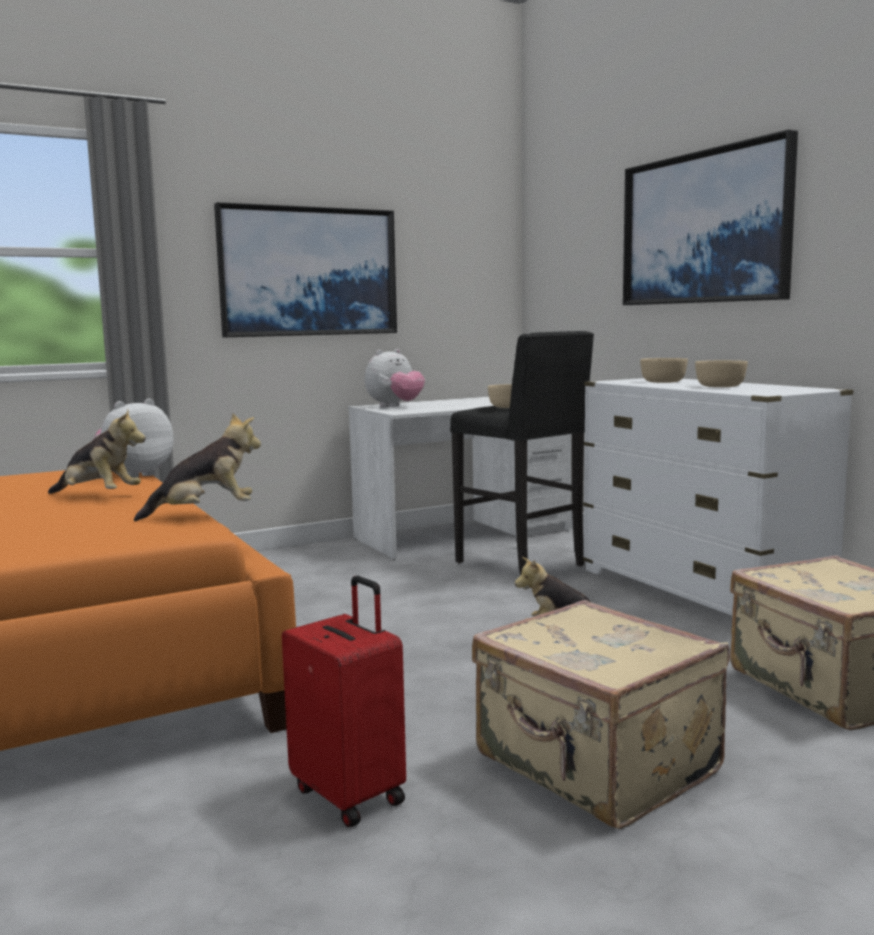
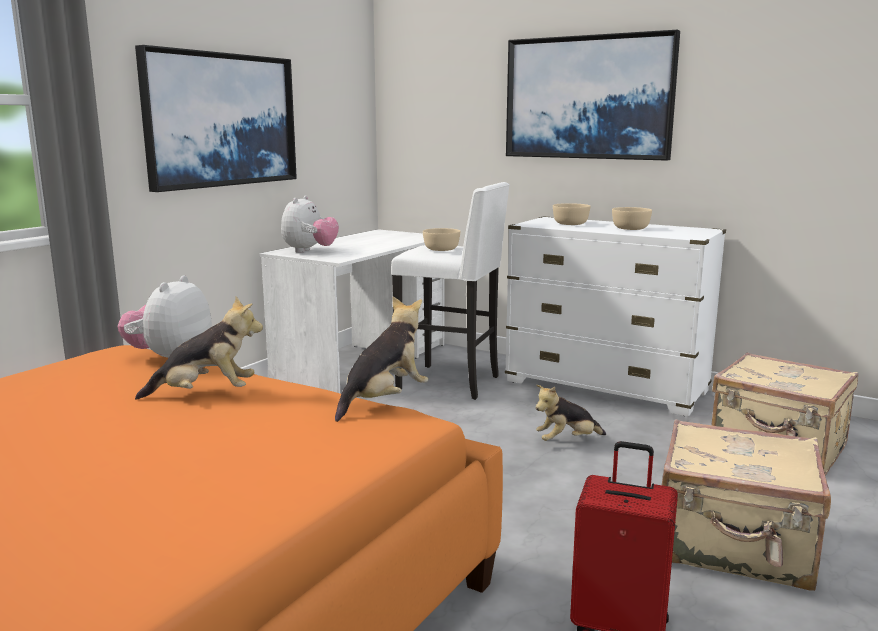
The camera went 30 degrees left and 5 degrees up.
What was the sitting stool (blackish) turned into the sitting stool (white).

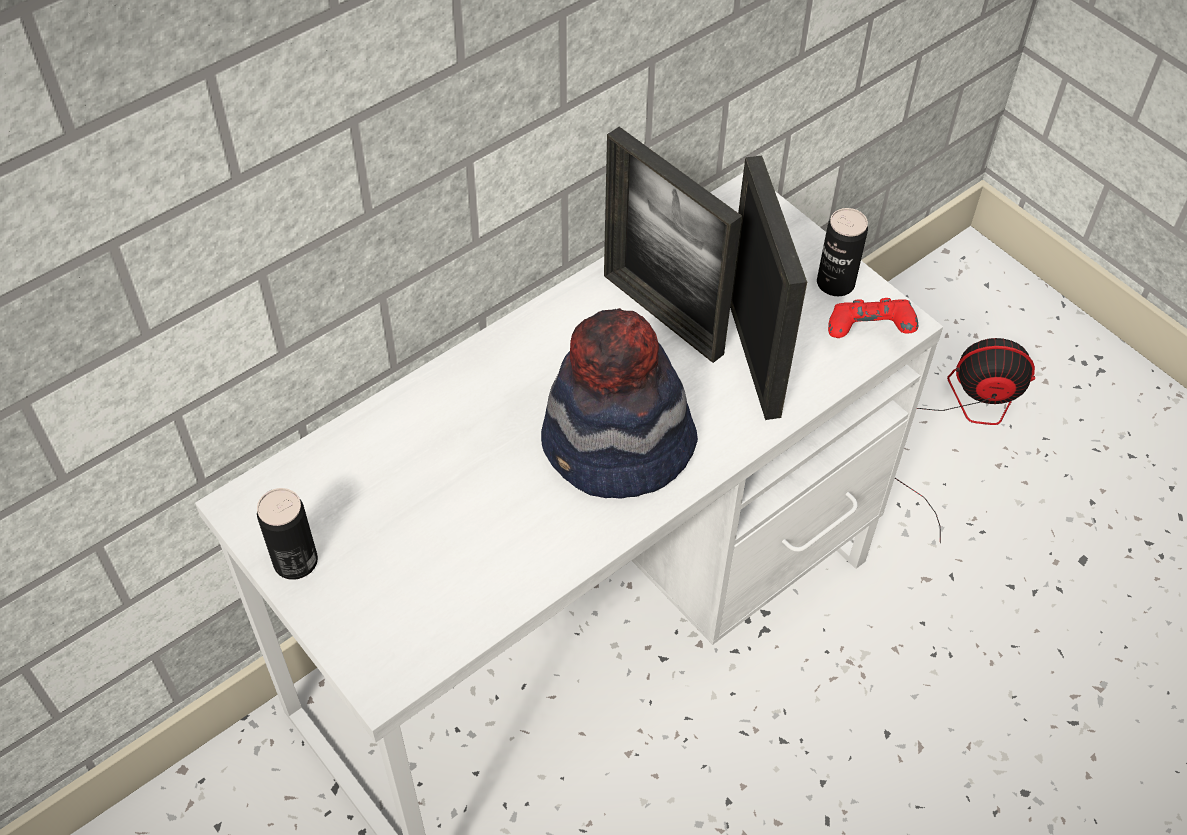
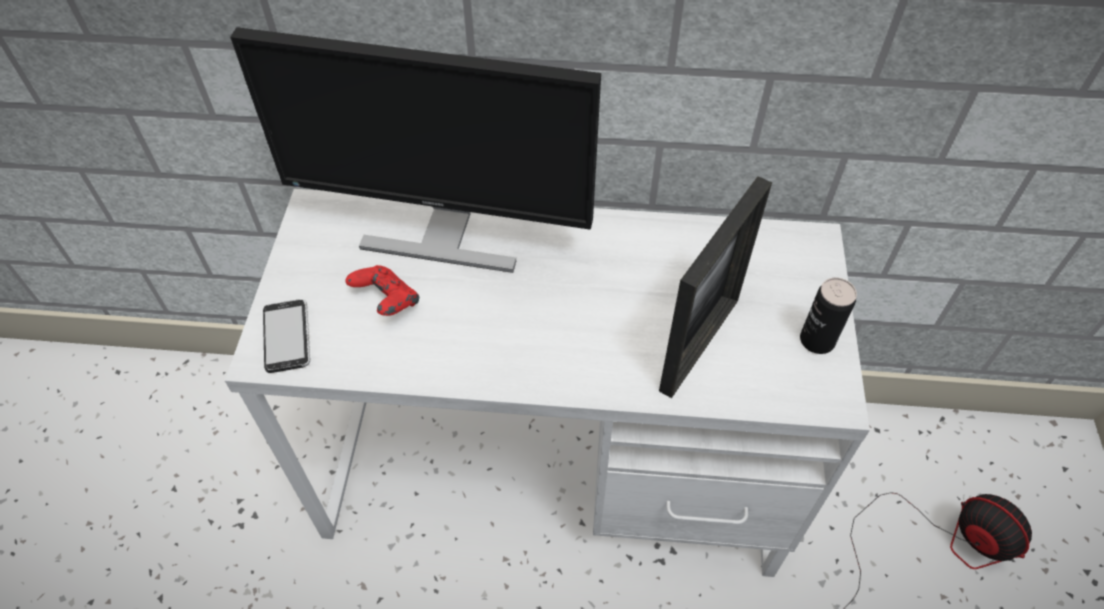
The camera went 45 degrees right and 0 degrees up.
The second view lost the metal can (no. 1 from left).
The second view lost the wearable hat.
The second view lost the picture frame (no. 1 from left).
The second view gained the monitor.
The second view gained the phone.
The gamepad (red-coloured) ended up elsewhere.

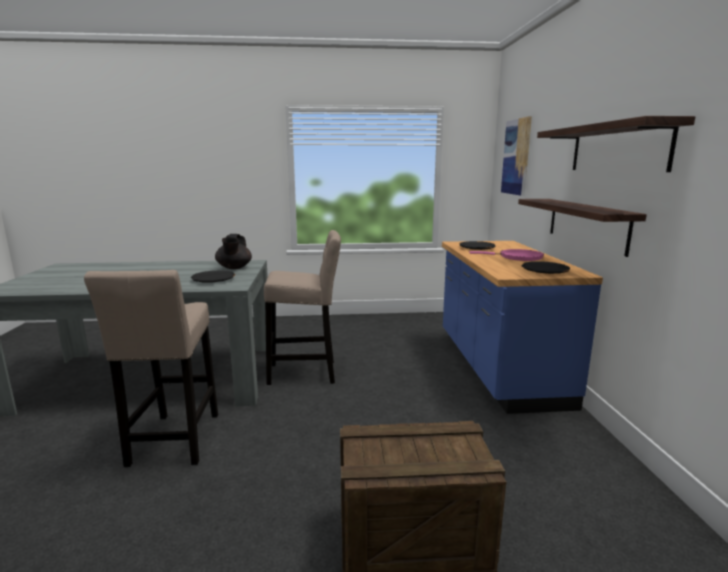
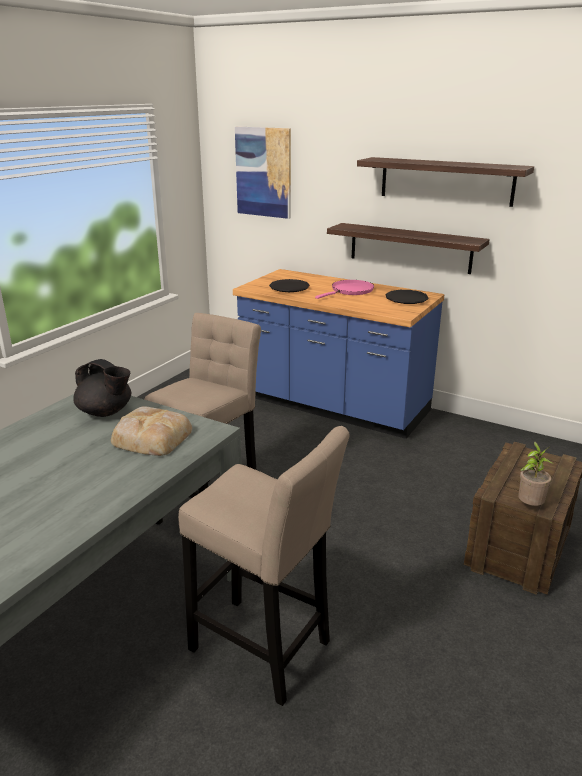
The camera went 55 degrees left and 10 degrees up.
The second view gained the houseplant.
Where the flat dish (blackish) (no. 1 from left) stood, the baked bread came to stand.

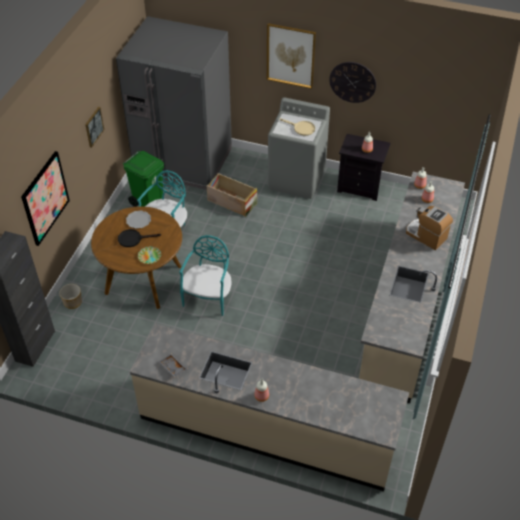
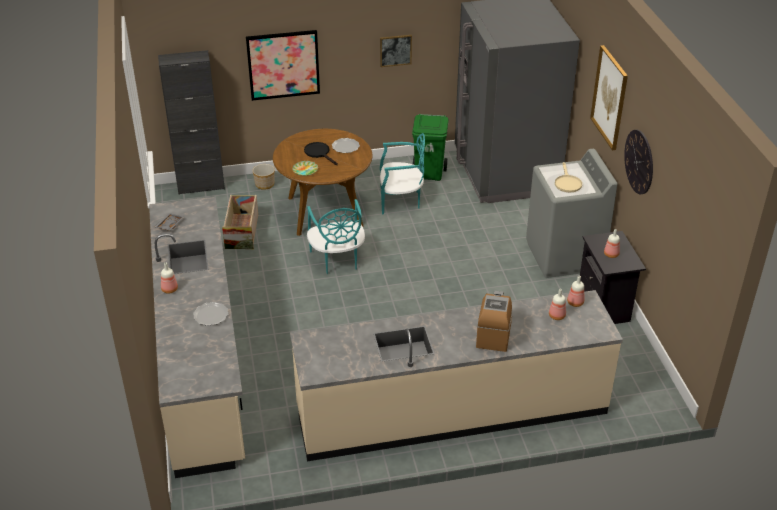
The camera went 60 degrees right and 10 degrees down.
The second view gained the flat dish (no. 1 from left).
The packing crate ended up elsewhere.
The upright chair (turquoise-coloured) (no. 2 from left in the first image) ended up facing another way, 90 degrees clockwise from before.

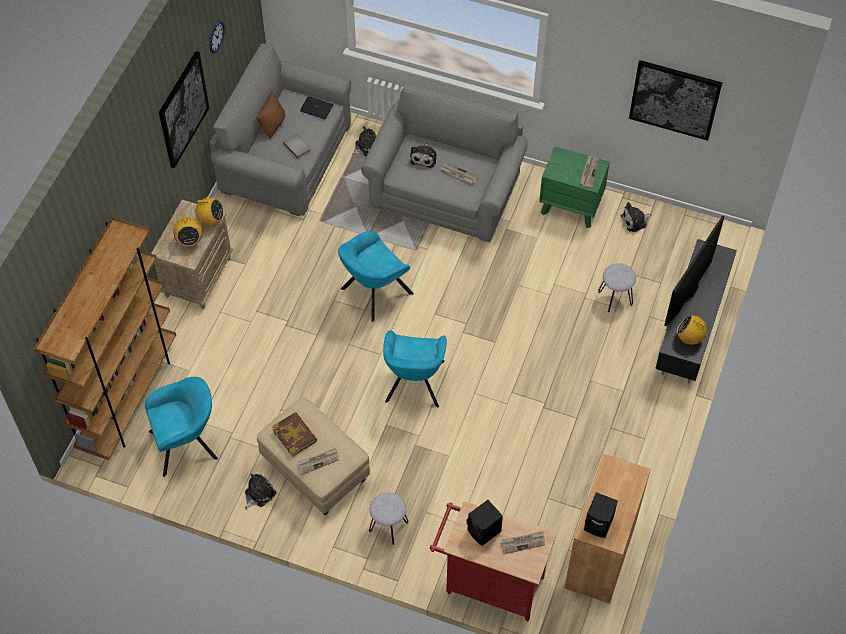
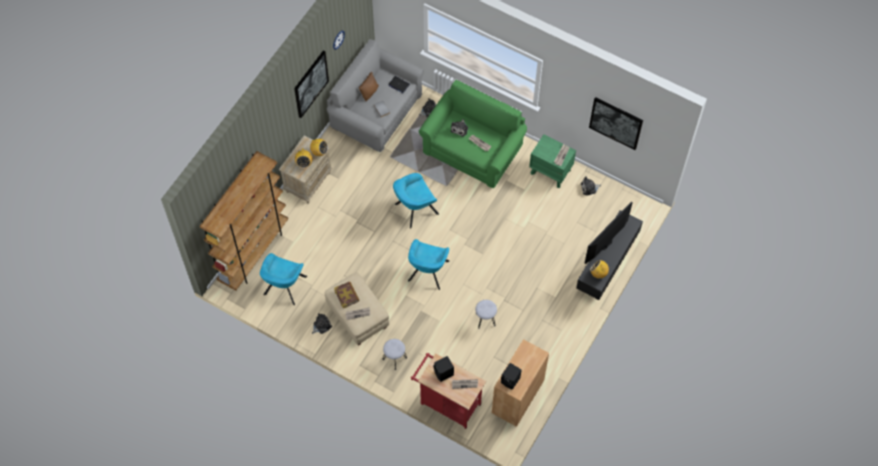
The camera went 10 degrees right and 5 degrees up.
The sitting stool (gray) (no. 2 from left) ended up elsewhere.
What was the sofa (gray) (no. 2 from left) turned into the sofa (greenish).
The easy chair (turquoise-coloured) (no. 1 from left) ended up facing another way, 120 degrees clockwise from before.

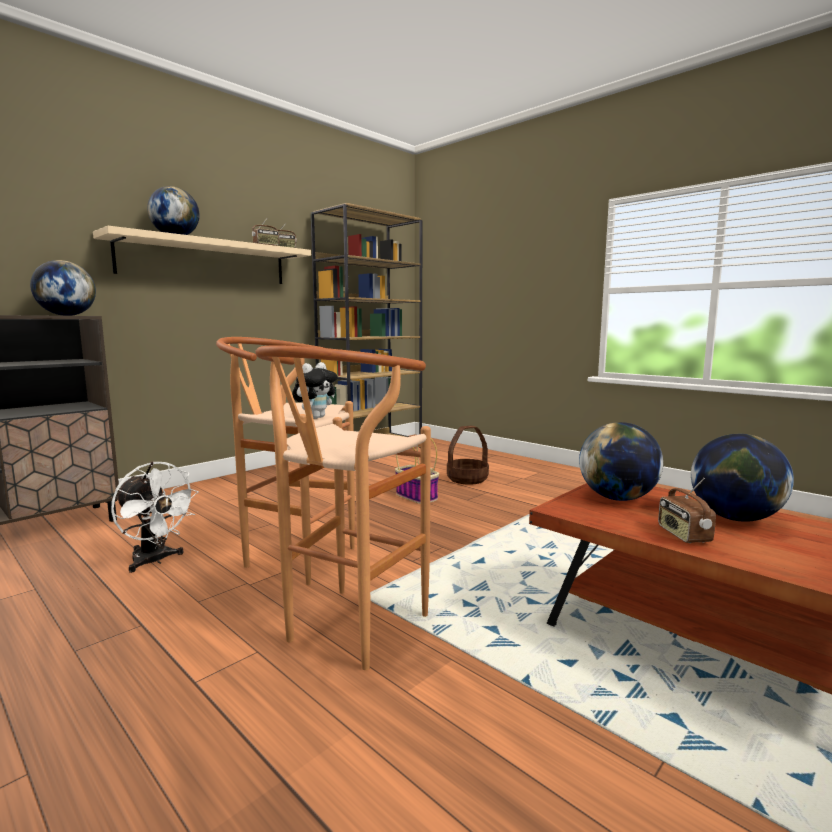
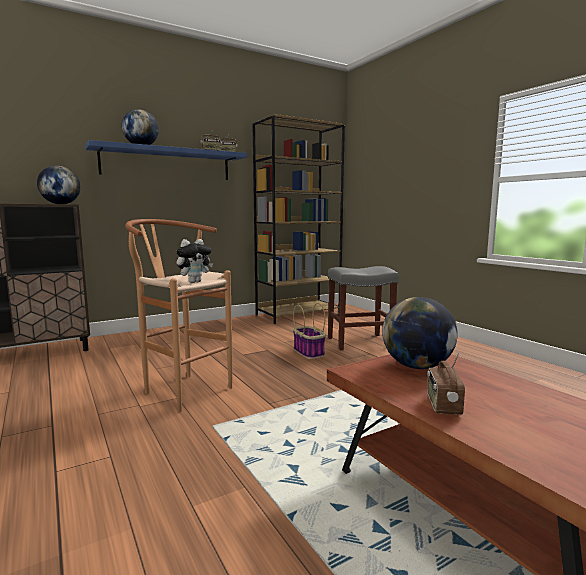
The camera went 15 degrees right and 0 degrees up.
The second view lost the electric fan (white).
The second view lost the sitting stool (brown) (no. 2 from left).
The second view lost the world globe (no. 4 from left).
Where the household basket (no. 2 from left) stood, the sitting stool (gray) came to stand.
What was the wall shelf (beige-coloured) turned into the wall shelf (blue).

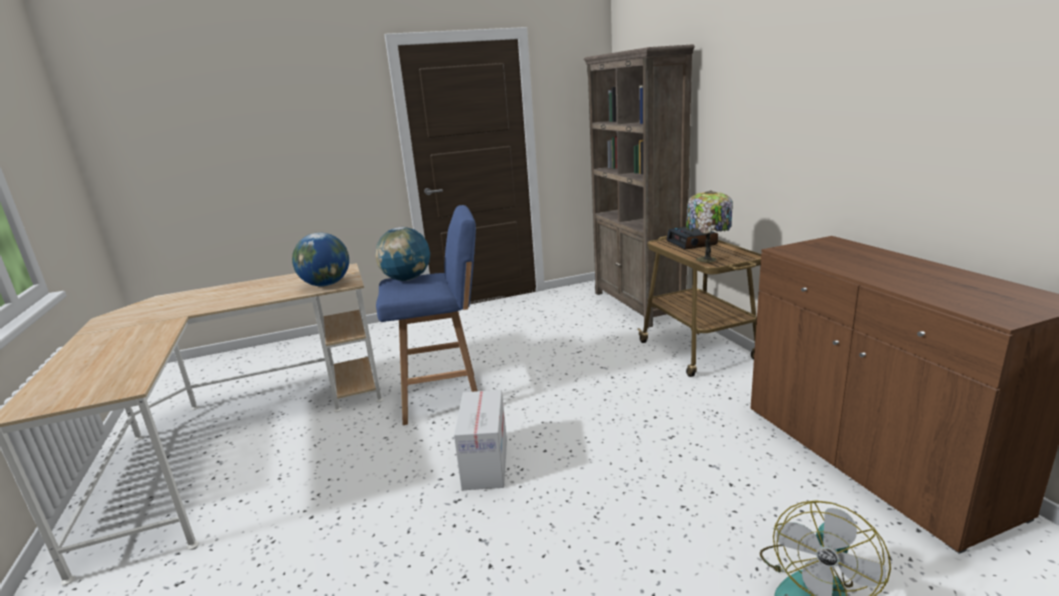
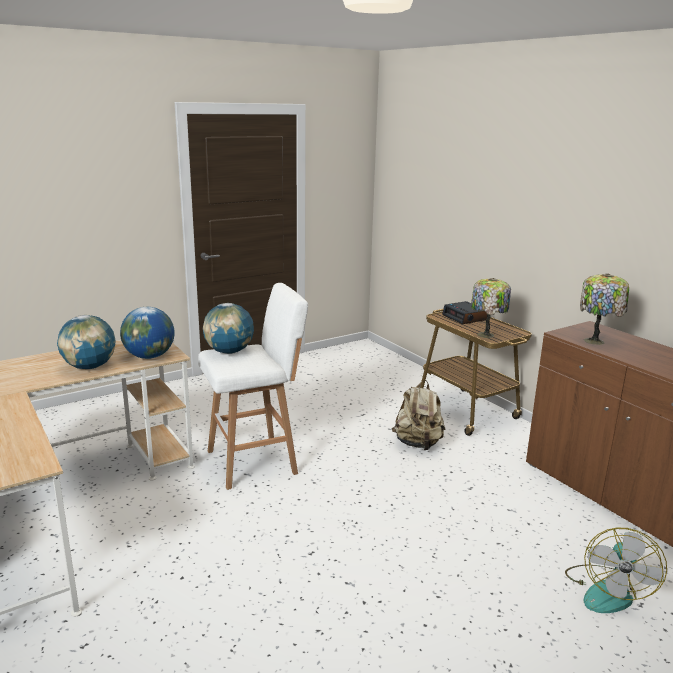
The camera went 15 degrees left and 0 degrees up.
The second view lost the cardboard box.
The second view lost the bookcase (brown).
The second view gained the world globe (no. 1 from left).
The second view gained the backpack (beige-coloured).
The second view gained the lamp for a table (no. 2 from left).
What was the sitting stool (blue) turned into the sitting stool (white).

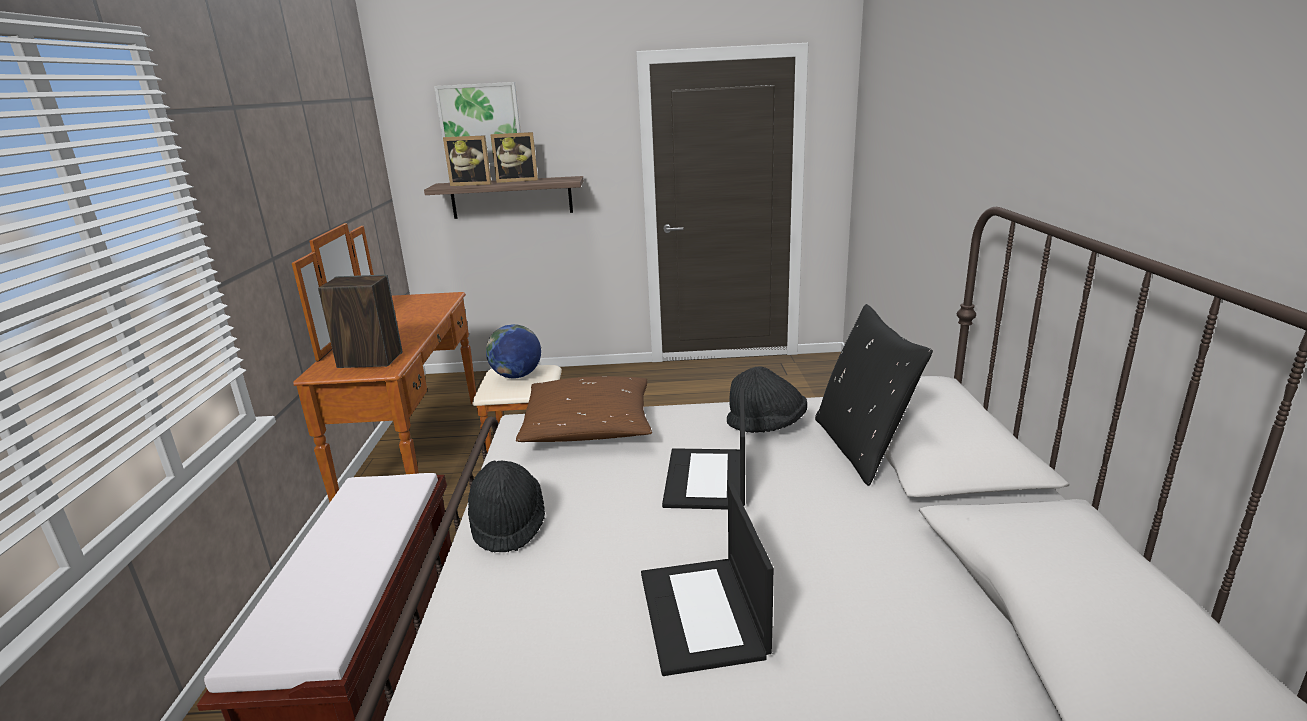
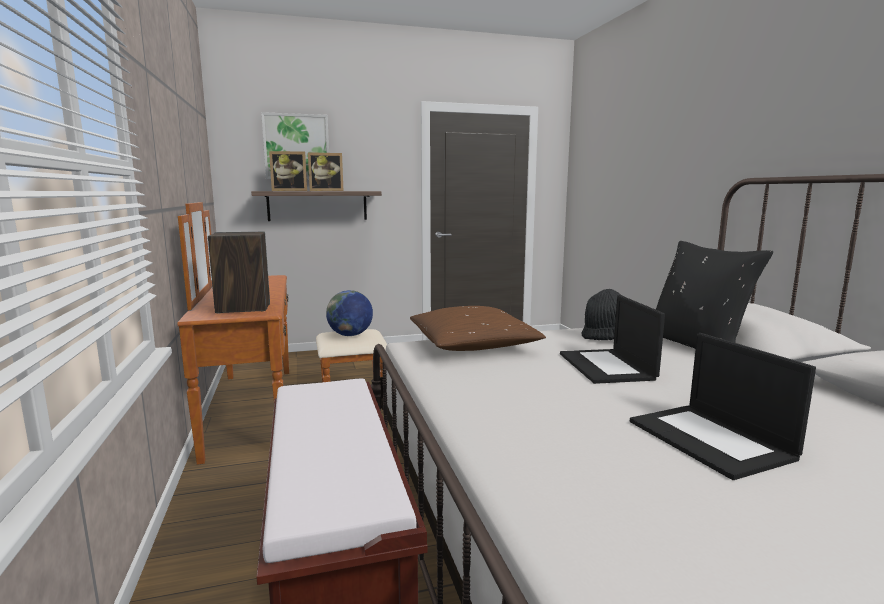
The camera went 15 degrees left and 10 degrees down.
The second view lost the wearable hat (blackish) (no. 1 from left).

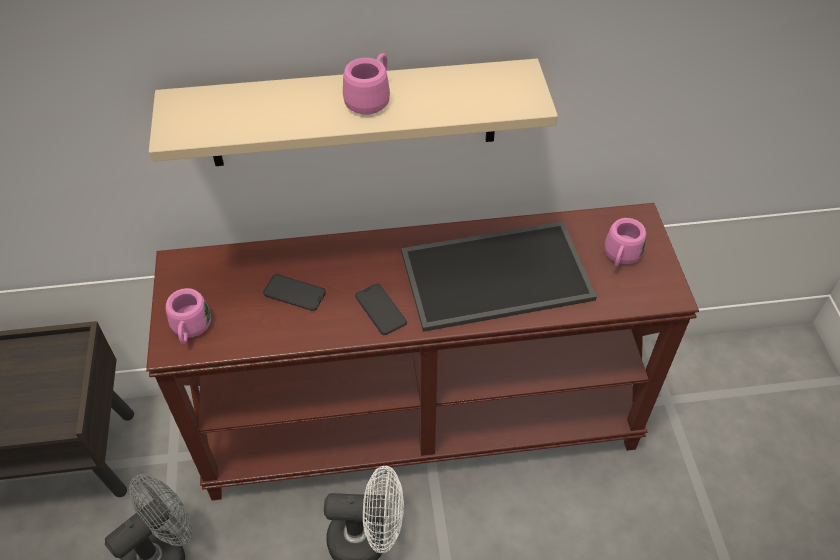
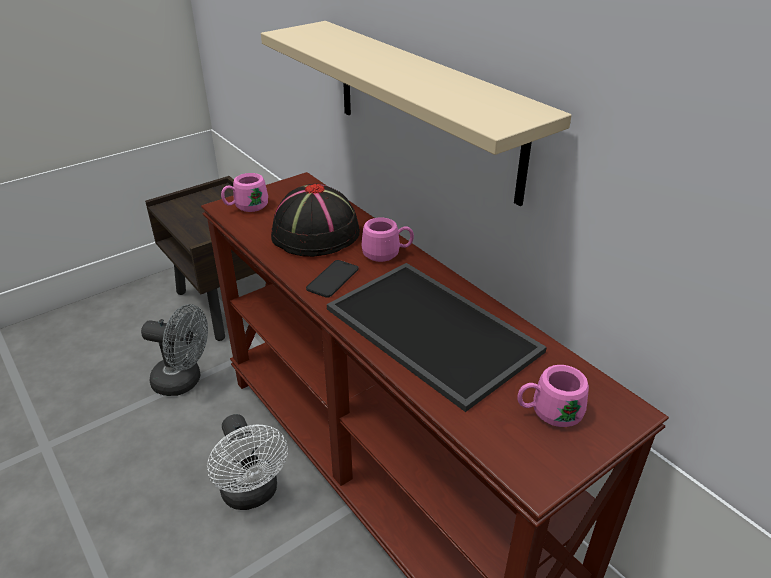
The camera went 60 degrees right and 15 degrees down.
The coffee mug (pink-coloured) (no. 2 from left) ended up elsewhere.
Where the phone (no. 1 from left) stood, the wearable hat (blackish) came to stand.

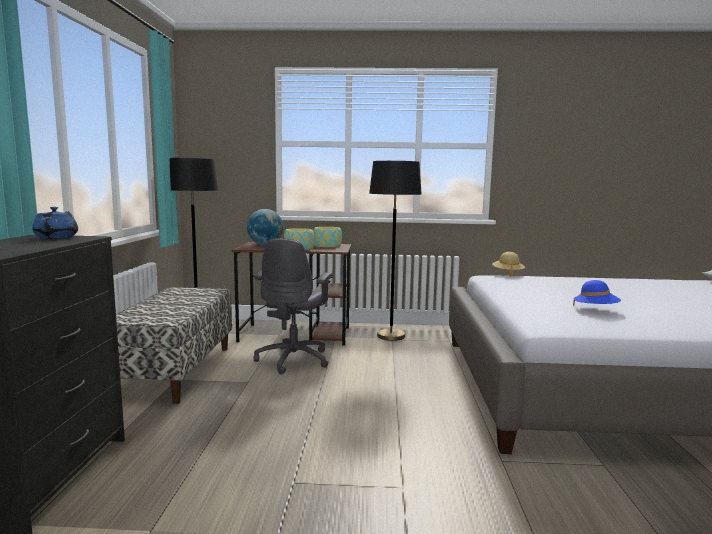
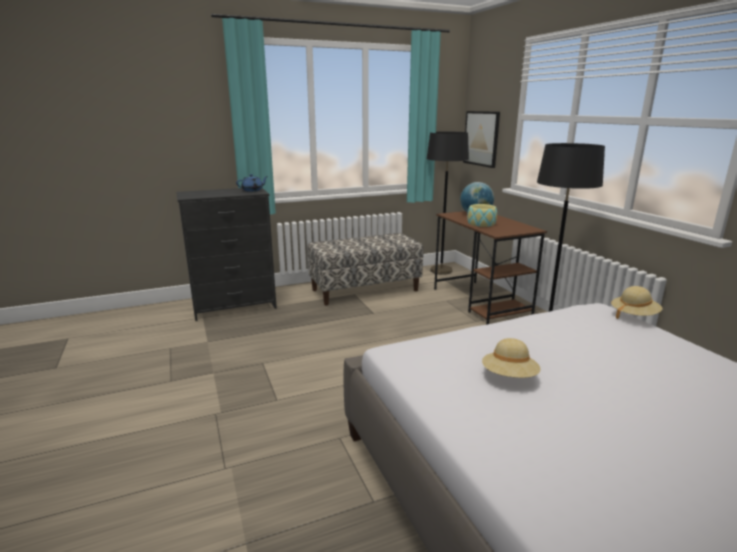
The camera went 65 degrees right and 10 degrees up.
The second view lost the desk chair (gray).
The second view lost the bowl (no. 2 from left).
The second view gained the wall art.
What was the wearable hat (blue) turned into the wearable hat (beige-coloured) (no. 1 from left).

